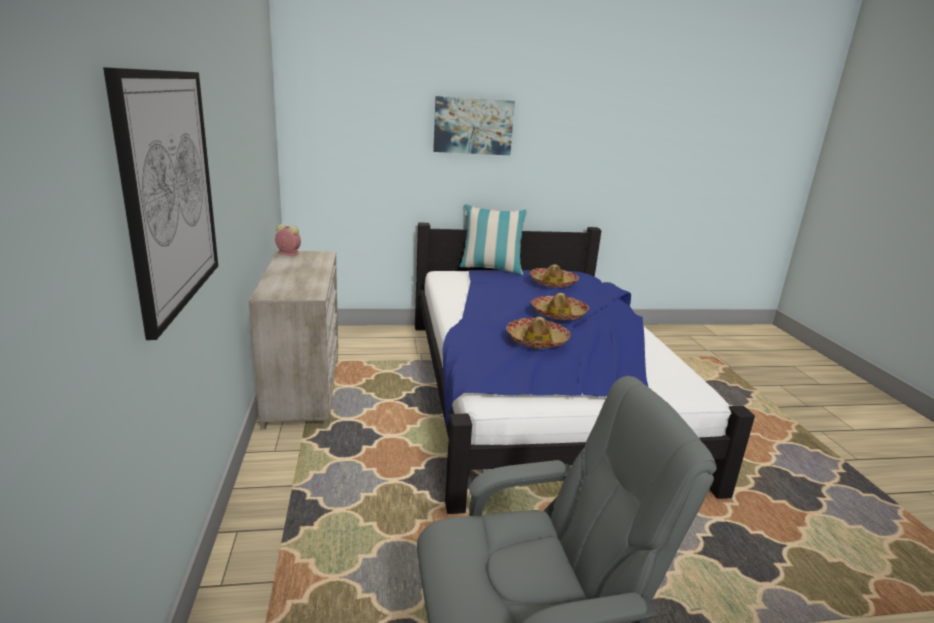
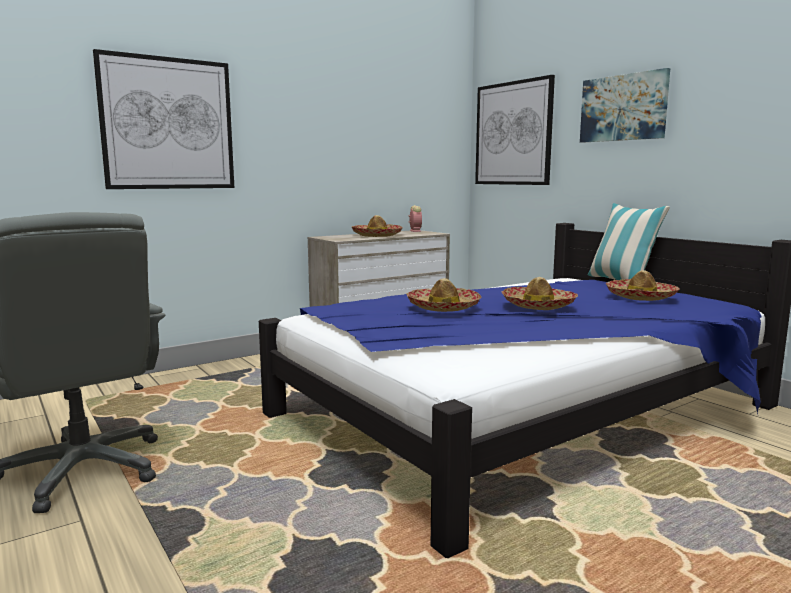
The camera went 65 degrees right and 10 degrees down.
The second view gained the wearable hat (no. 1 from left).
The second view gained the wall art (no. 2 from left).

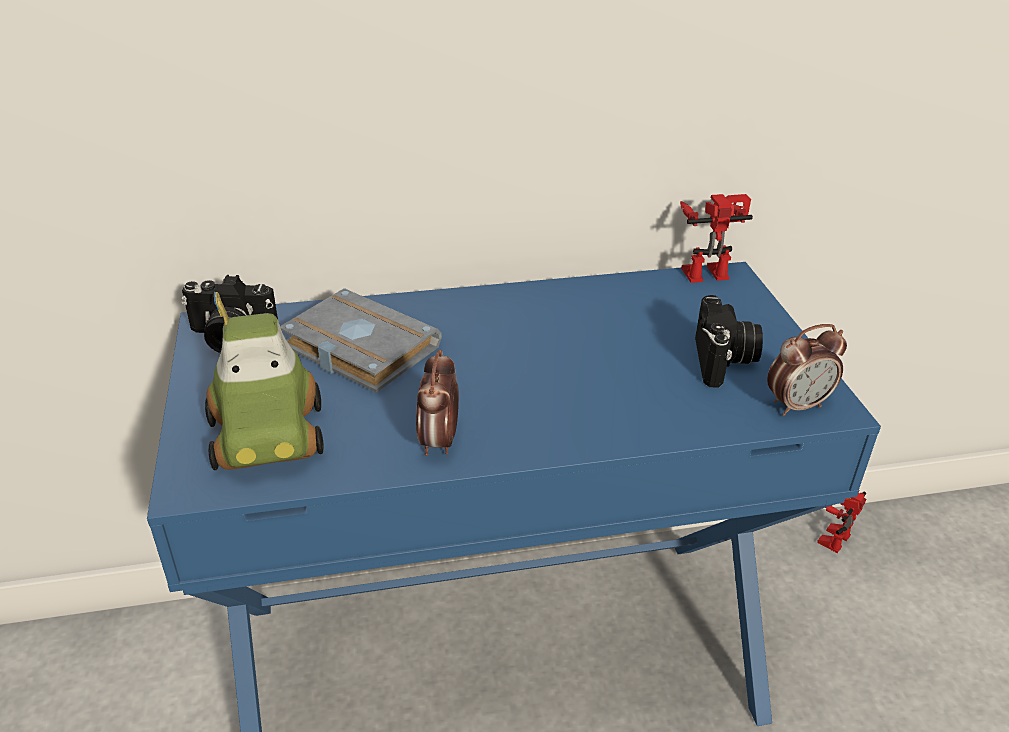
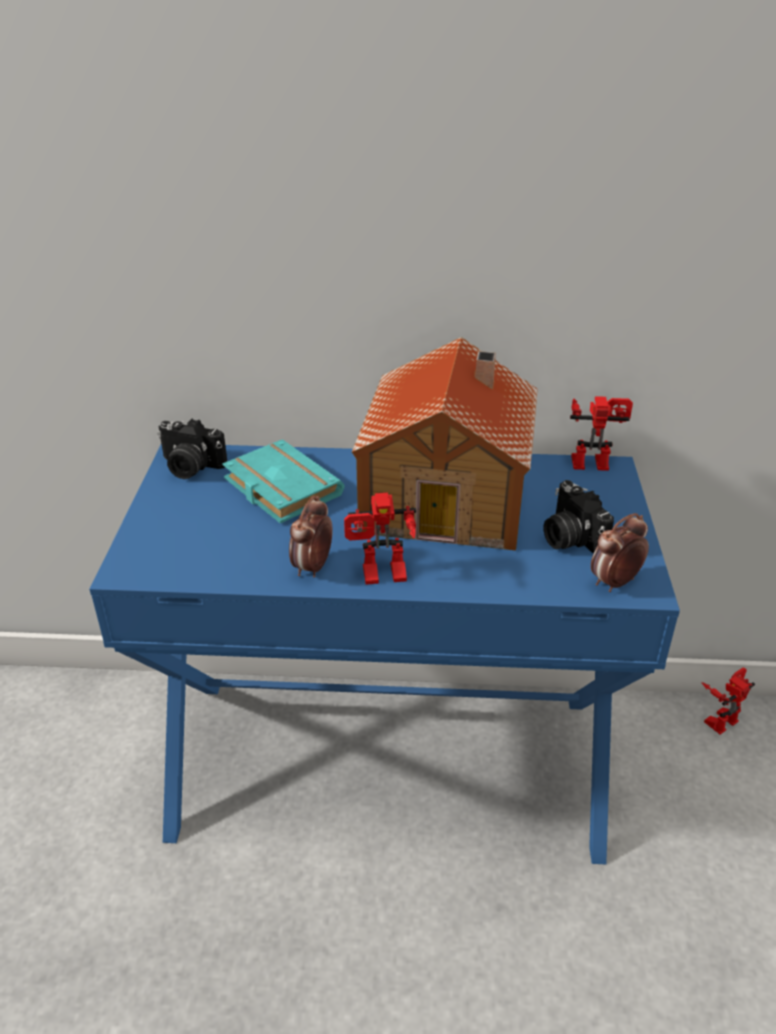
The camera went 15 degrees right and 0 degrees up.
The second view lost the miniature car.
The second view gained the robot figure (no. 1 from left).
The second view gained the model house.
What was the volume (gray) turned into the volume (turquoise-coloured).
The photo camera (no. 2 from left) ended up facing another way, 135 degrees clockwise from before.
The bedside clock (no. 2 from left) ended up facing another way, 150 degrees clockwise from before.

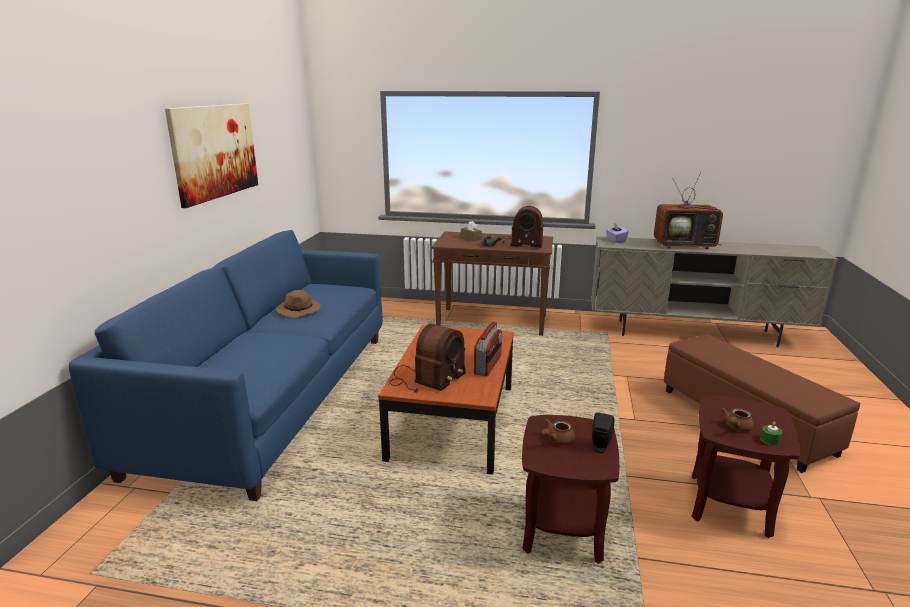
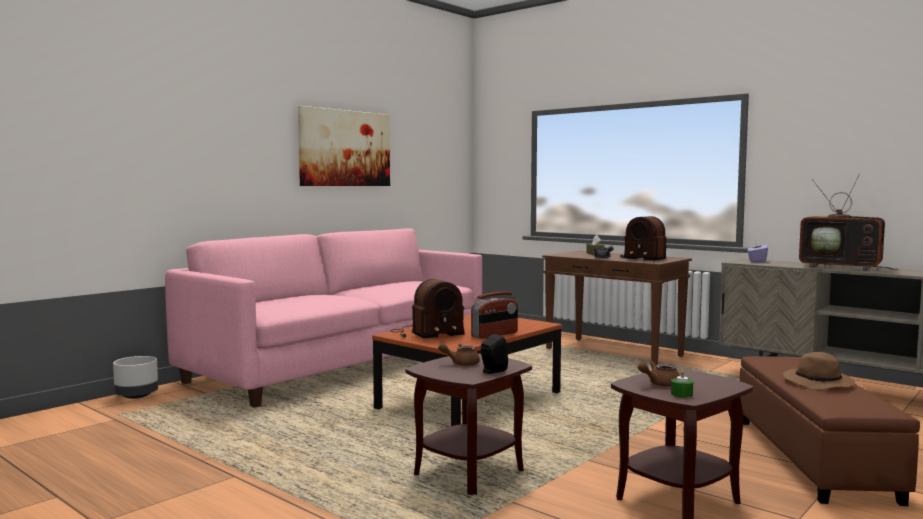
The camera went 30 degrees right and 15 degrees down.
The second view gained the flower pot (gray).
The wearable hat (brown) ended up elsewhere.
What was the sofa (blue) turned into the sofa (pink-coloured).

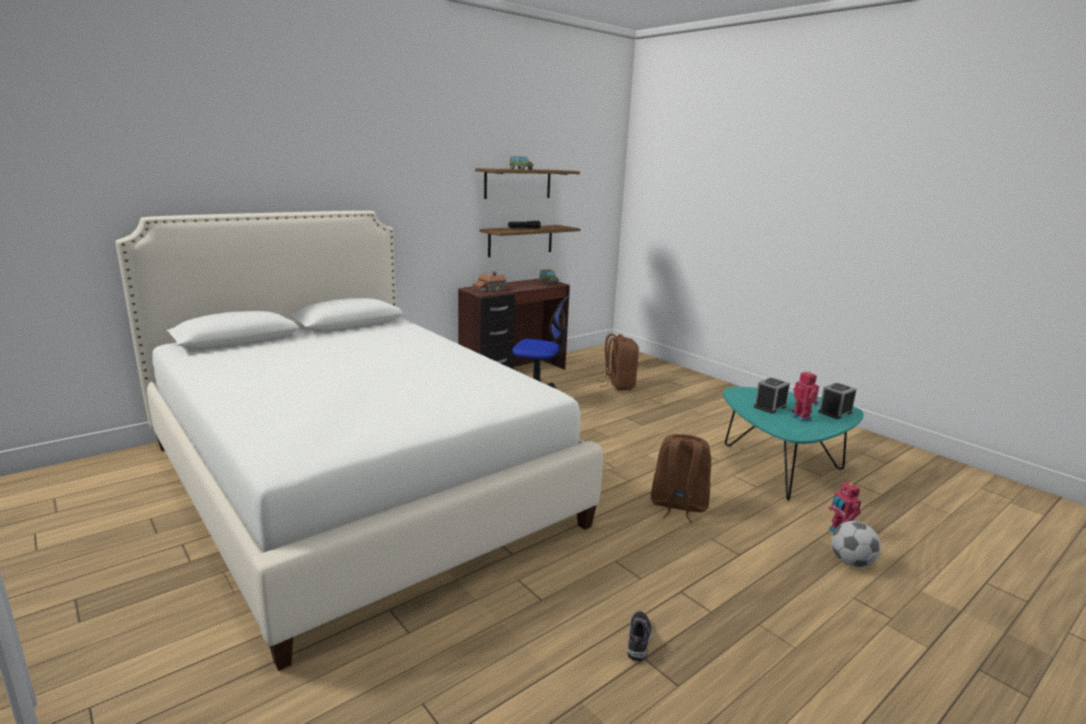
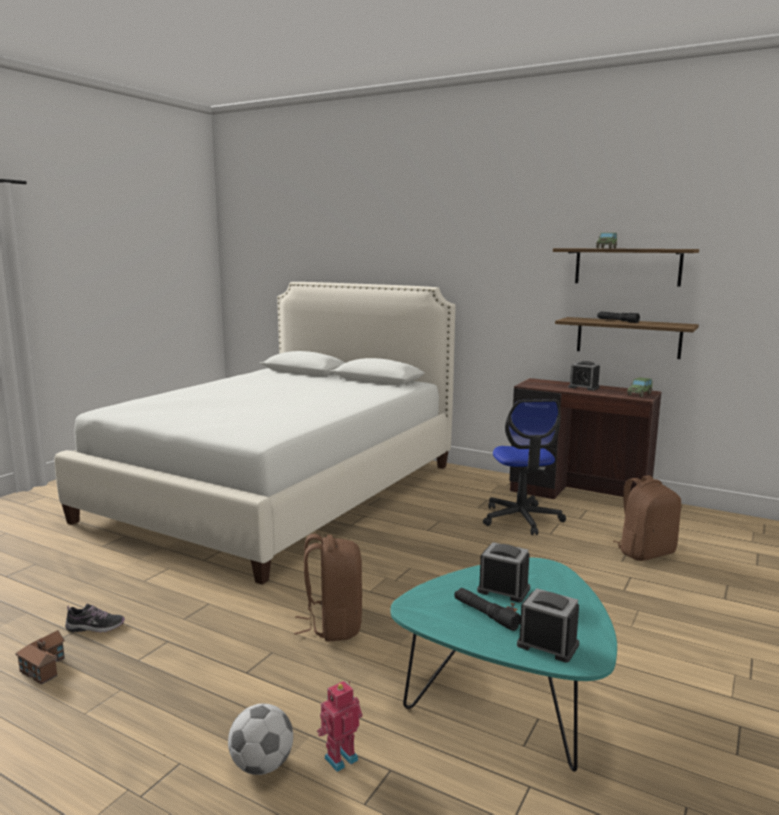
The camera went 70 degrees right and 5 degrees down.
The second view gained the bedside clock (no. 3 from left).
The model house ended up elsewhere.
Where the robot figure (no. 1 from left) stood, the flashlight (blackish) (no. 1 from left) came to stand.

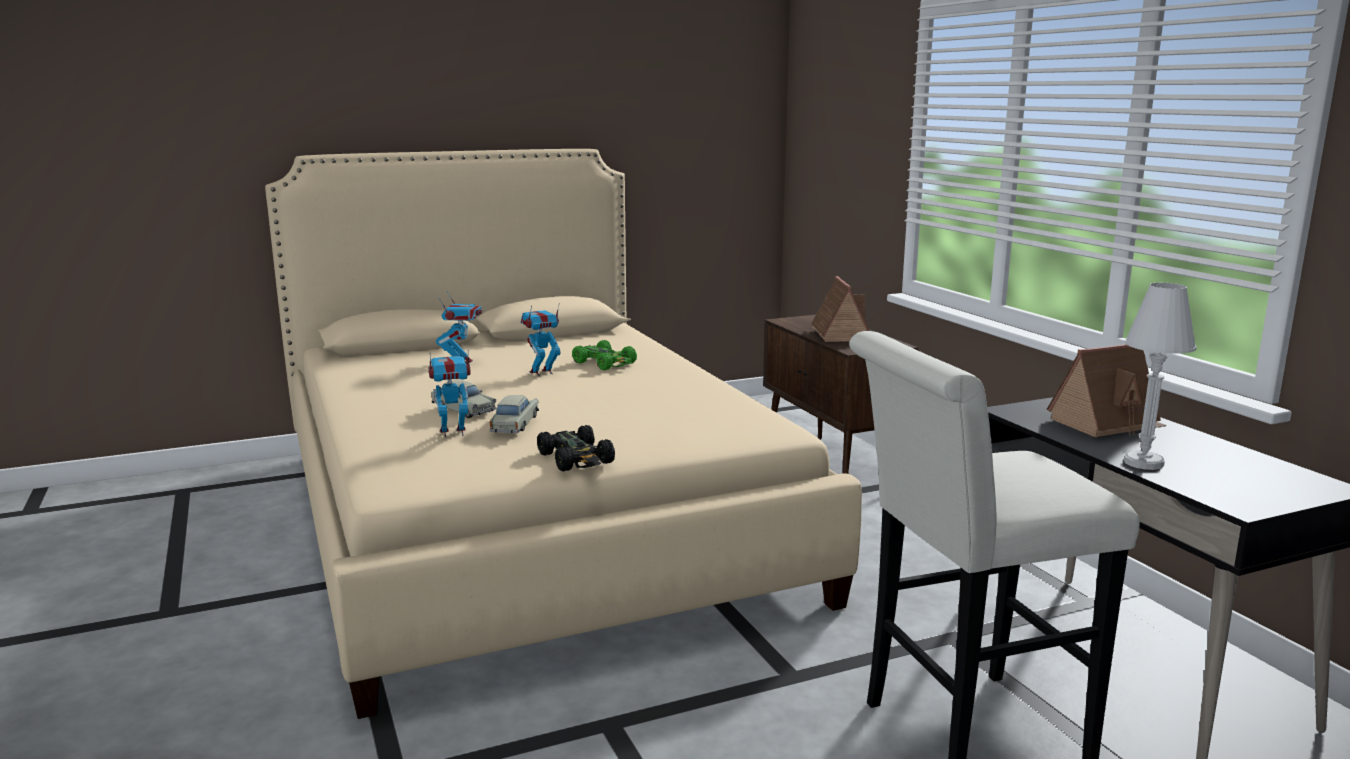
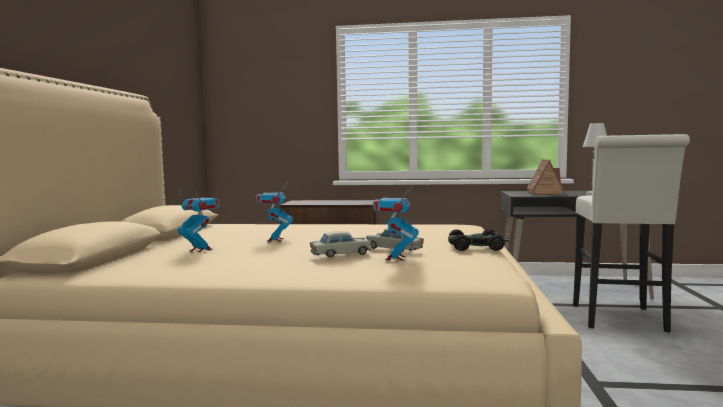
The camera went 60 degrees left and 10 degrees down.
The second view lost the miniature car (greenish).
The second view lost the model house (no. 1 from left).

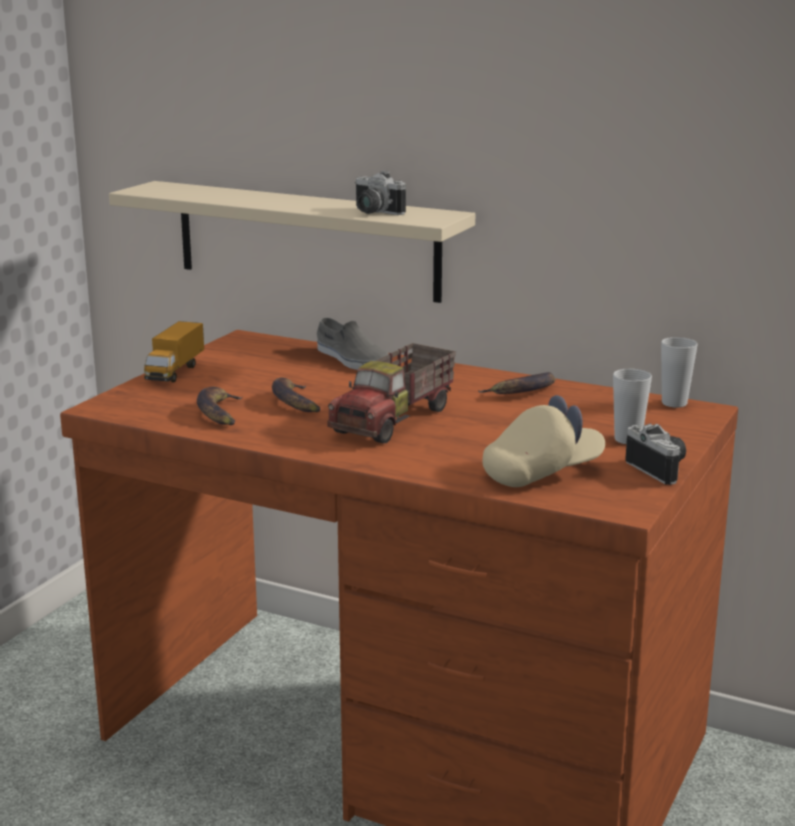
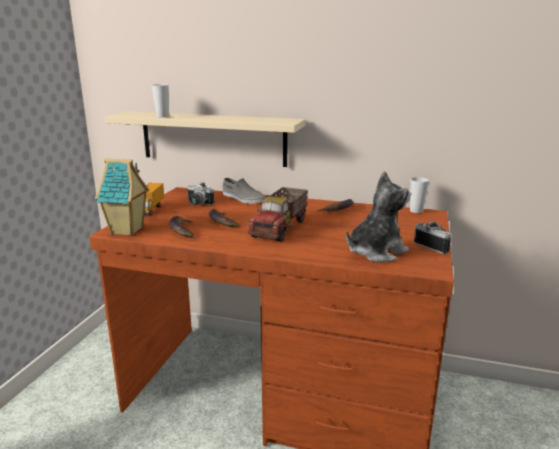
The camera went 10 degrees left and 0 degrees up.
The second view gained the model house.
The photo camera (no. 1 from left) ended up elsewhere.
The drinking cup (no. 1 from left) ended up elsewhere.
Where the peaked cap (beige-coloured) stood, the cuddly toy came to stand.

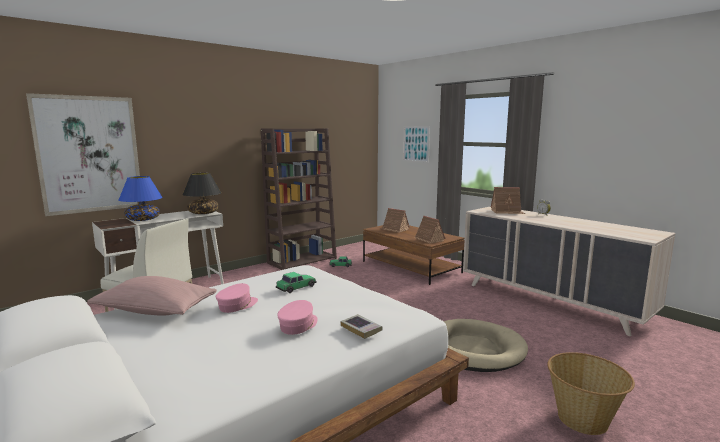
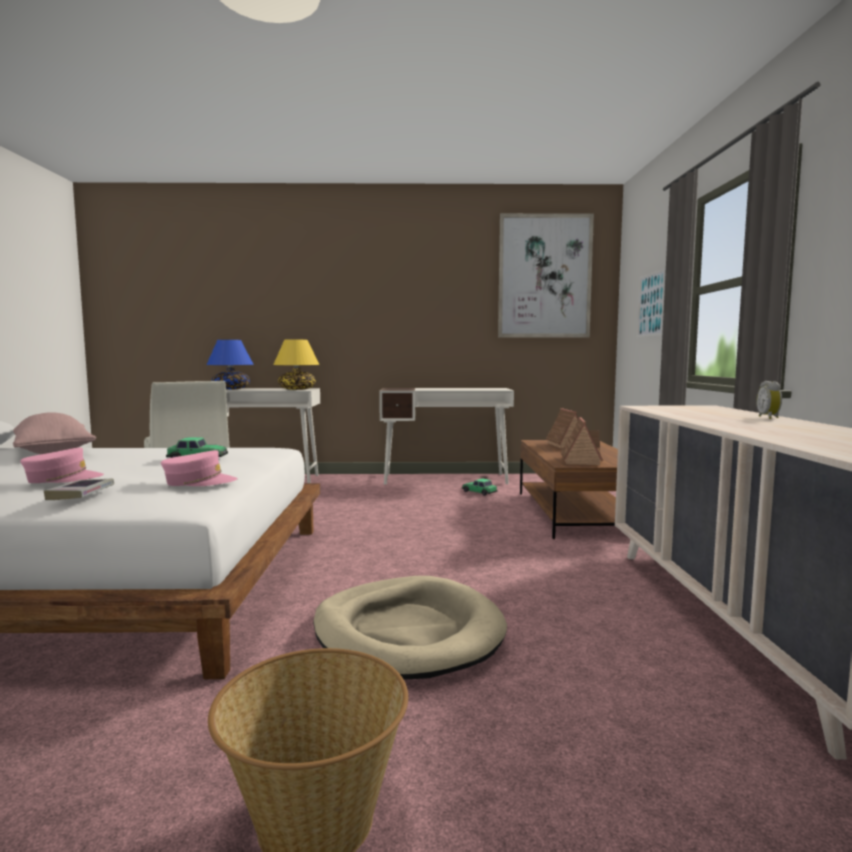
The camera went 40 degrees right and 5 degrees down.
The second view lost the model house (no. 3 from left).
The wall art (no. 1 from left) ended up elsewhere.
The peaked cap (pink-coloured) (no. 1 from left in the first image) ended up elsewhere.
Where the bookcase (brown) stood, the desk unit (white) (no. 2 from left) came to stand.
What was the lamp for a table (blackish) turned into the lamp for a table (yellowish).

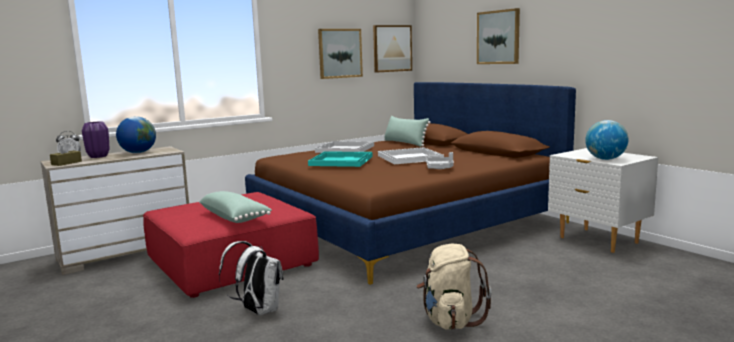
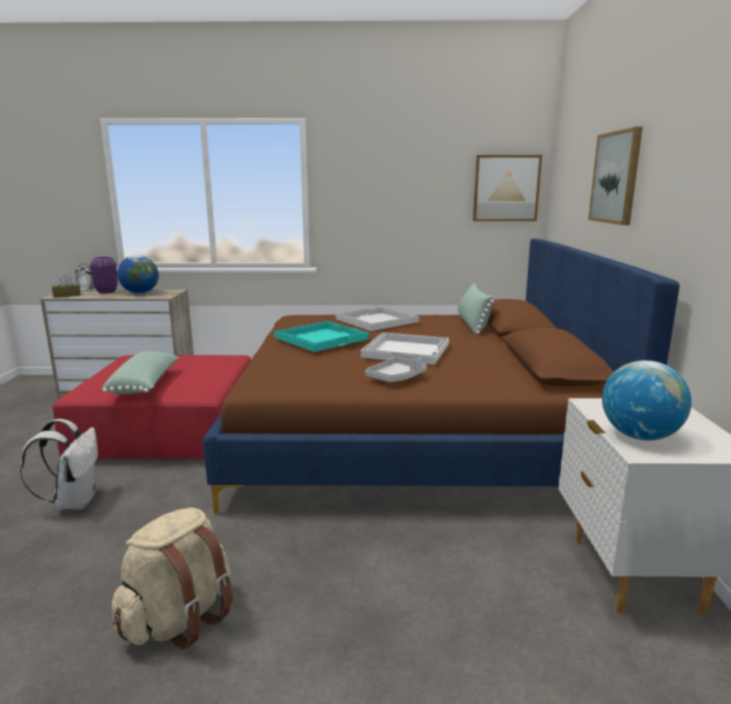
The camera went 35 degrees right and 5 degrees up.
The second view lost the wall art (no. 1 from left).

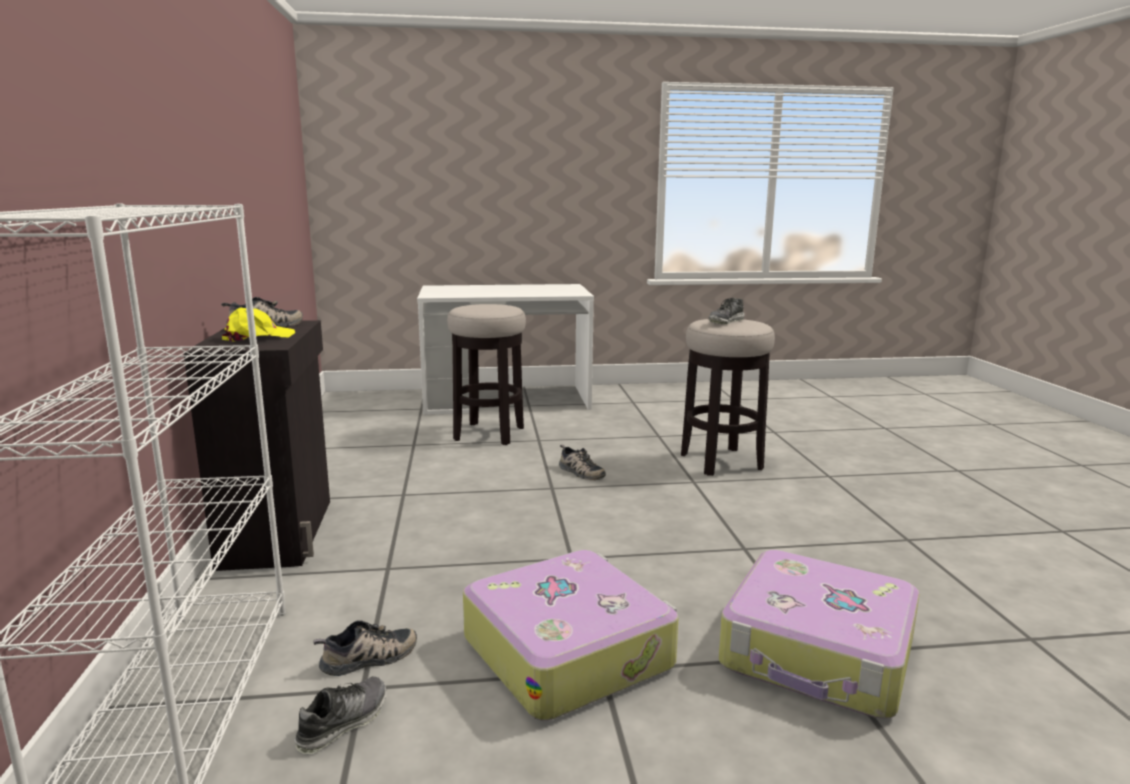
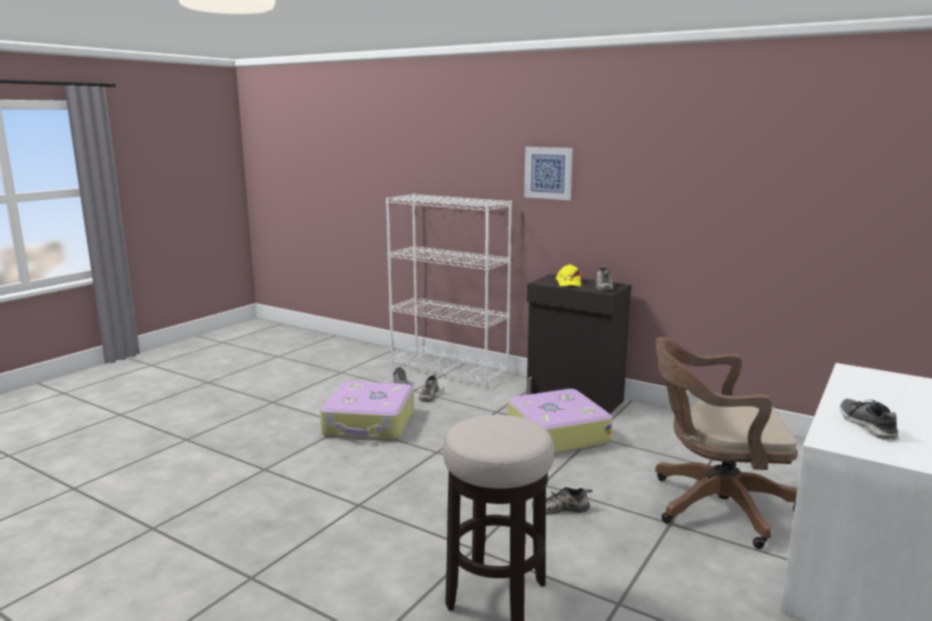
The camera went 130 degrees right and 0 degrees up.
The second view gained the wall art.
The shoe (no. 5 from left) ended up elsewhere.
The piece of luggage (no. 2 from left) ended up elsewhere.
Where the sitting stool (no. 1 from left) stood, the desk chair (brown) came to stand.

